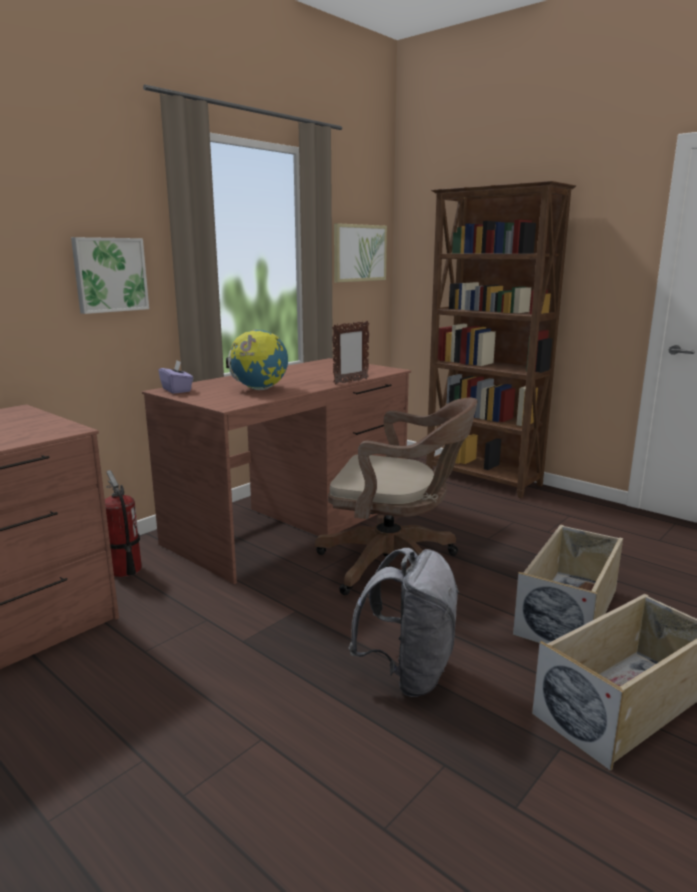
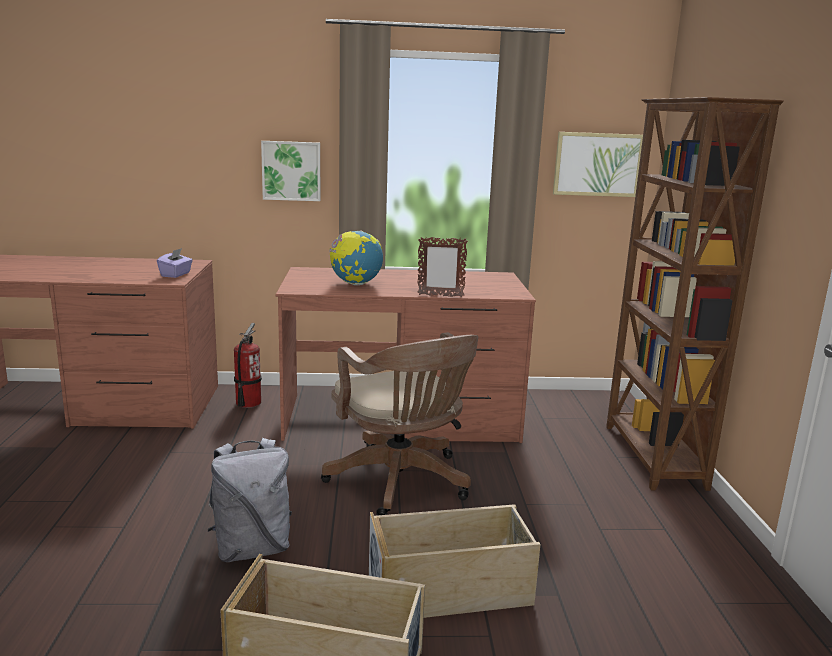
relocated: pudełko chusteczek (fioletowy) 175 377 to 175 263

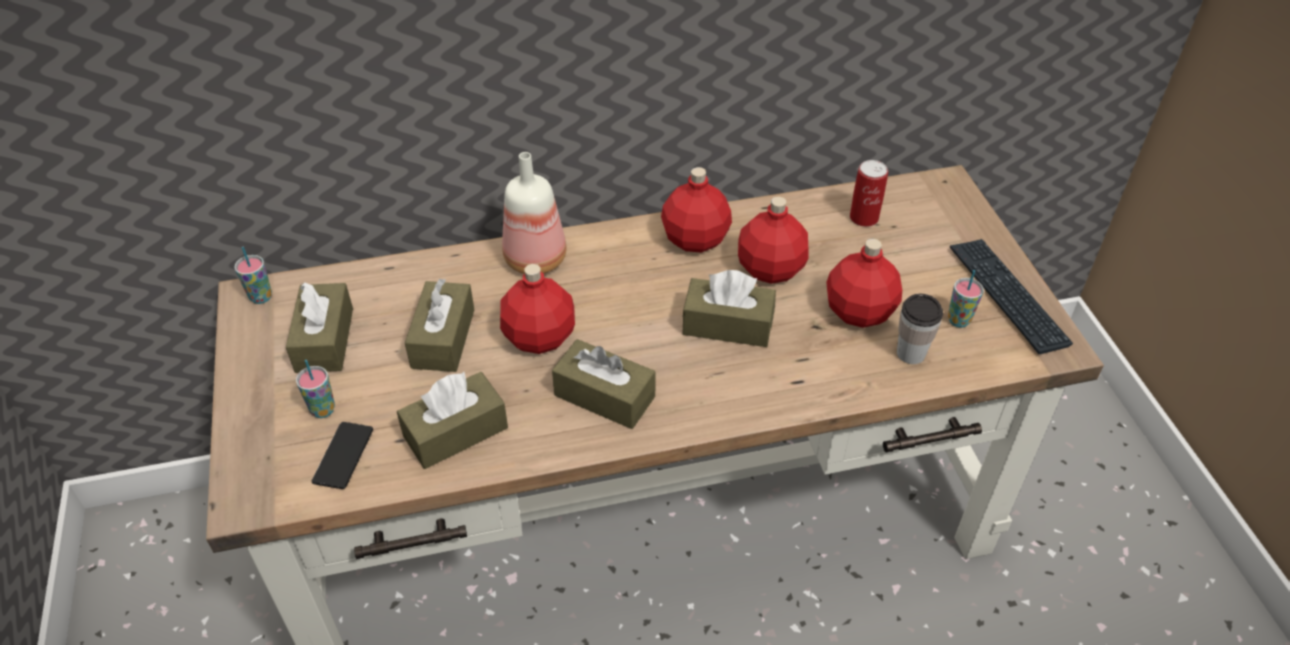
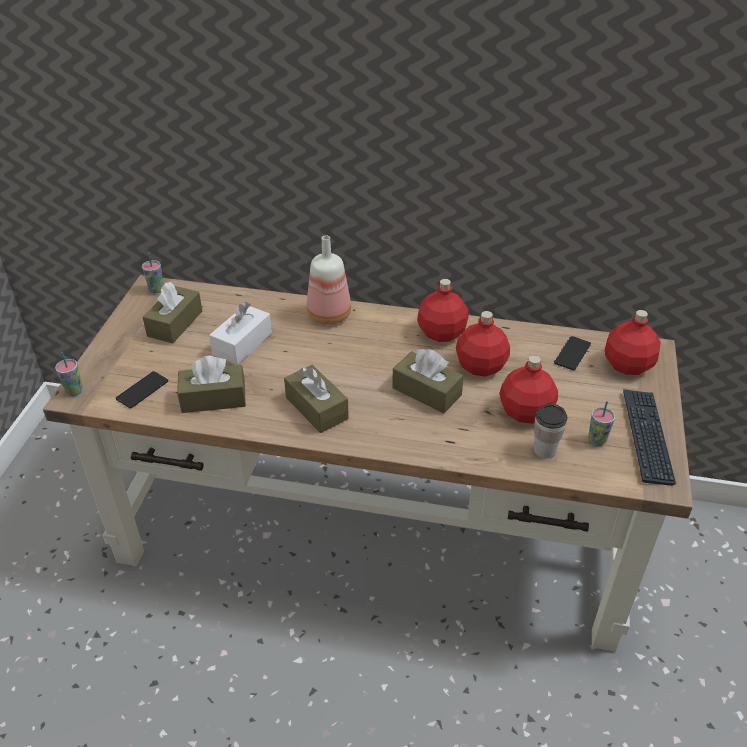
relocated: filiżanka 315 389 to 69 374; butelka (czerwony) 537 309 to 633 342
exchanged: puszka 869 193 to telefon 572 353
colour: pudełko chusteczek (brązowy) 439 325 to pudełko chusteczek (biały) 240 333

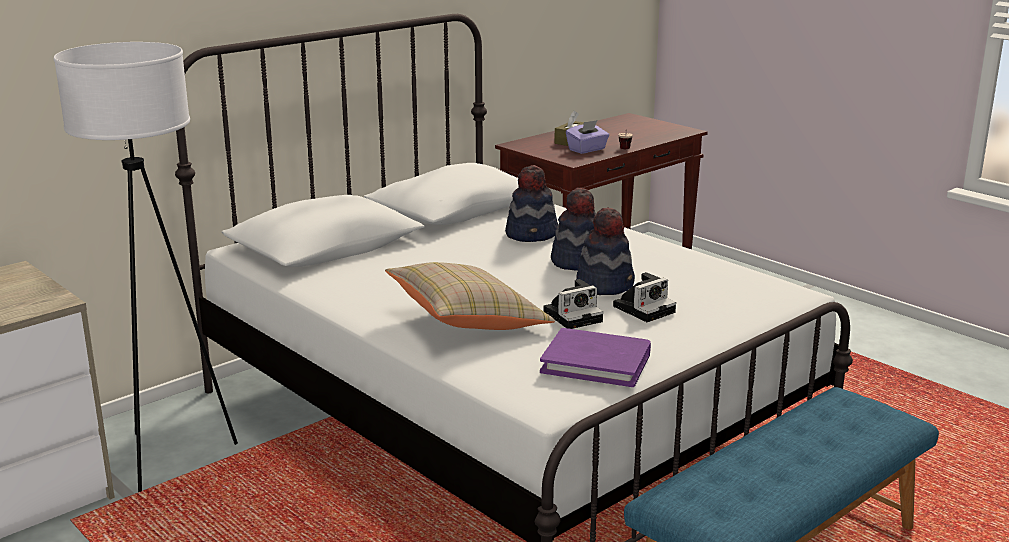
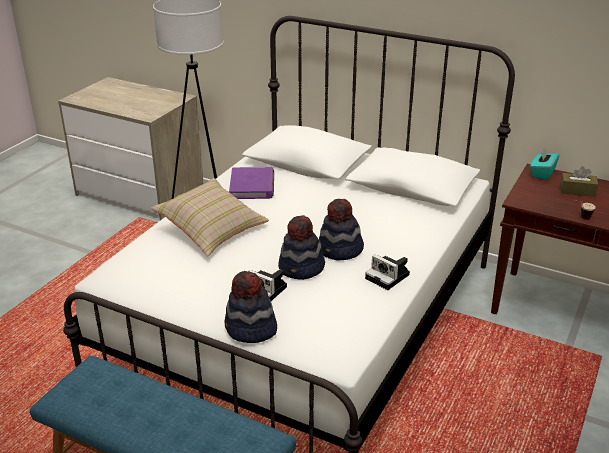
missing: pudełko chusteczek (fioletowy) 587 137
appeared: pudełko chusteczek (turkusowy) 545 163
relocated: kapelusz 531 203 to 251 307; książka (fioletowy) 595 357 to 251 183; aparat fotograficzny 573 304 to 387 272

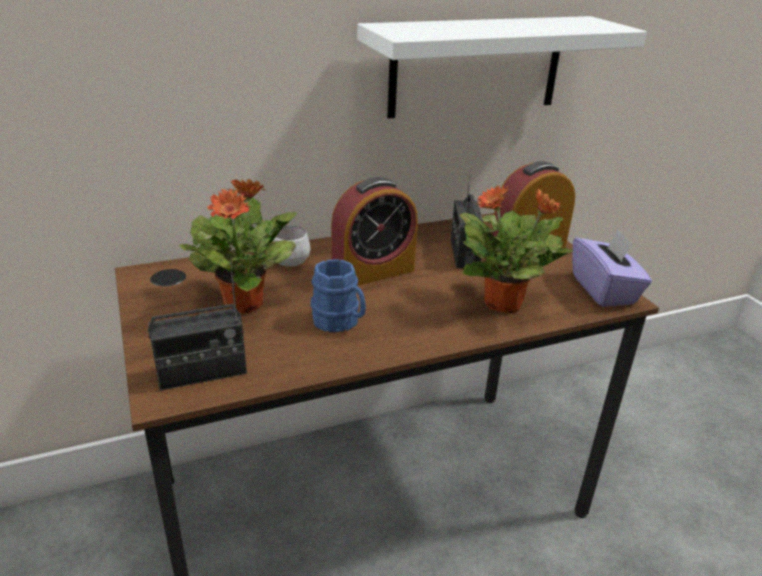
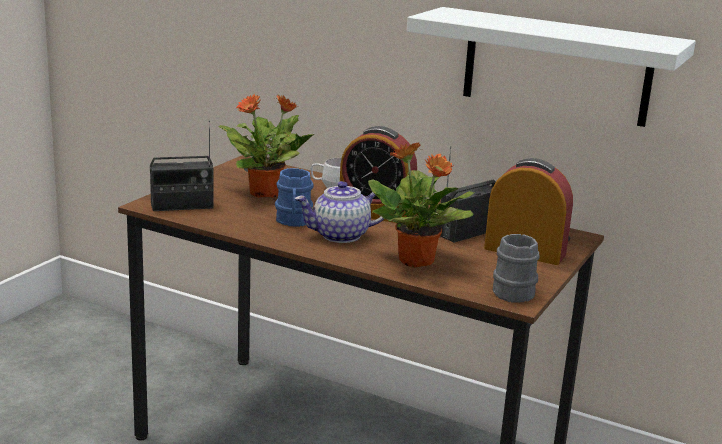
appeared: imbryk 341 212
exchanged: pudełko chusteczek (fioletowy) 612 268 to kubek (szary) 516 268
spun: radio 197 326 = 182 165 45 degrees counterclockwise

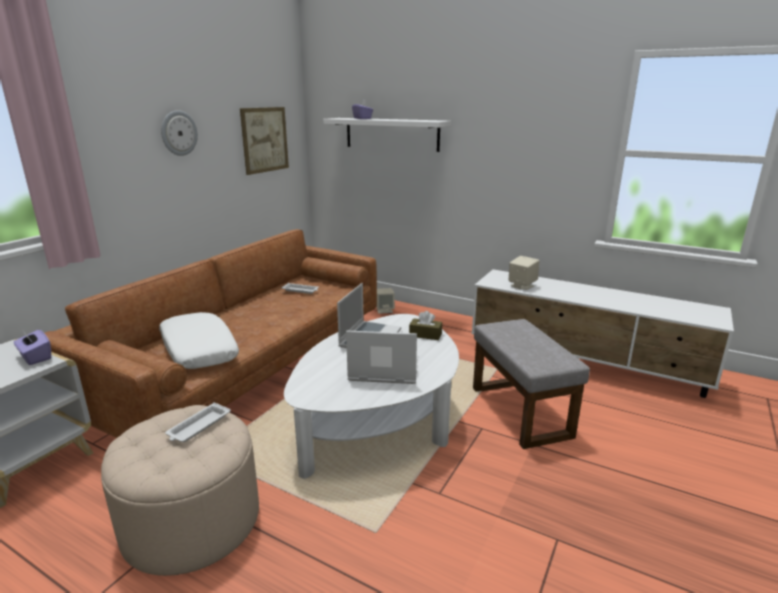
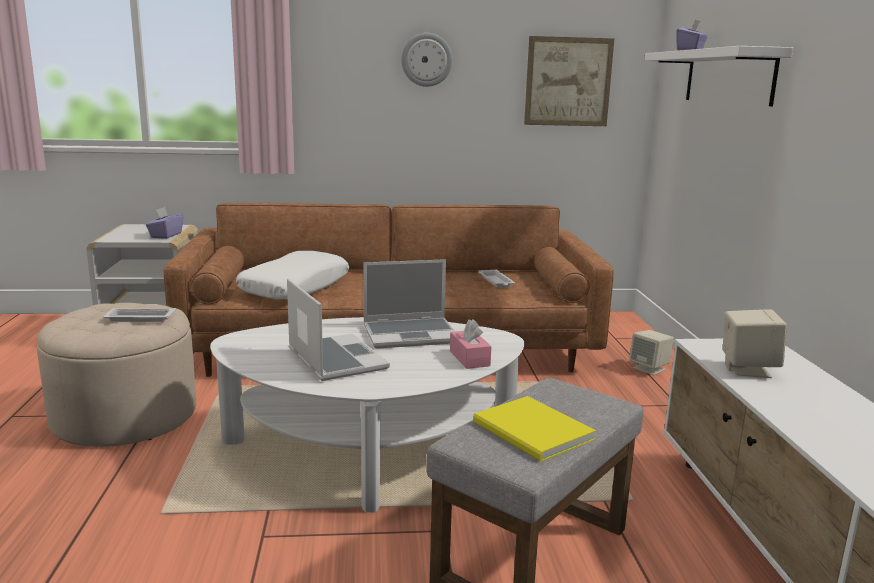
appeared: książka (żółty) 534 429
colour: pudełko chusteczek (brązowy) 425 325 to pudełko chusteczek (różowy) 471 344

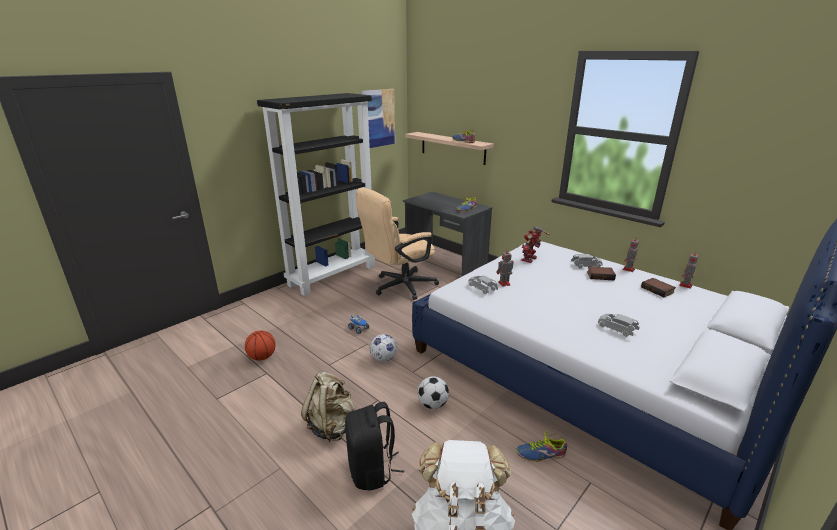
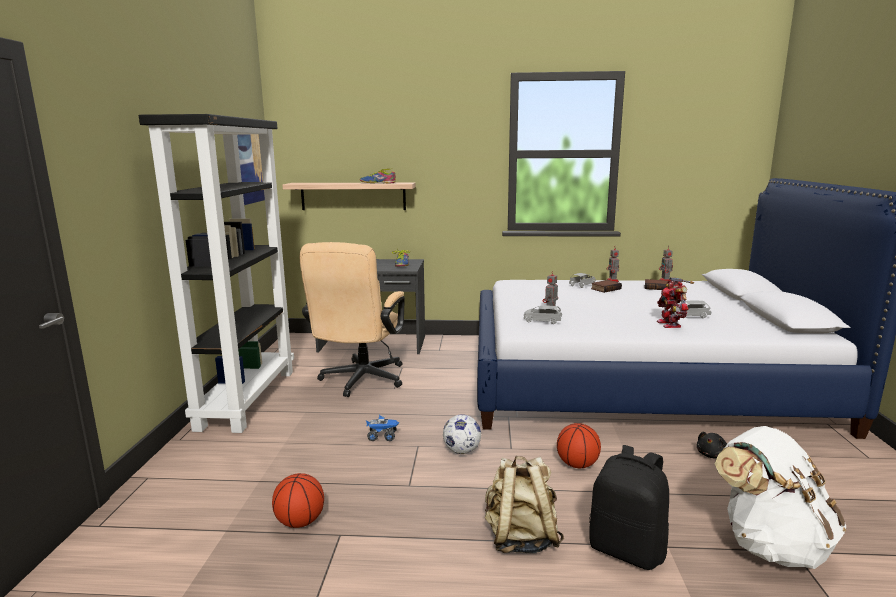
relocated: robot zabawkowy 535 245 to 675 302
exchanged: piłka futbolowa 433 392 to piłka do koszykówki 579 445; but 541 446 to pluszak (czarny) 712 445

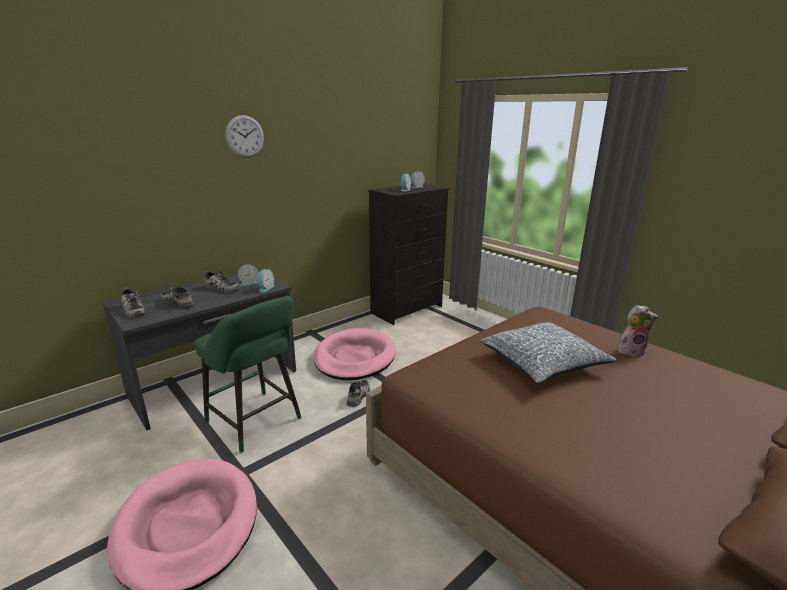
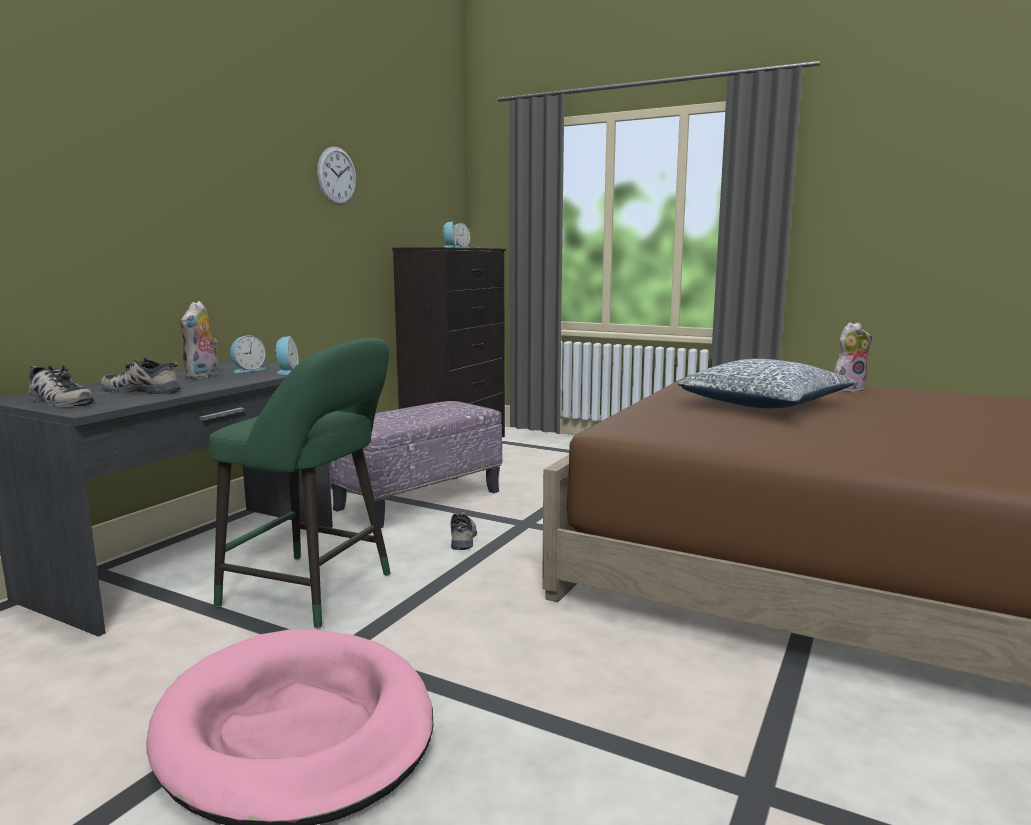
relocated: zegar ścienny 244 136 to 336 176
exchanged: but 221 282 to pluszak 199 340; legowisko (różowy) 355 354 to pufa 415 464

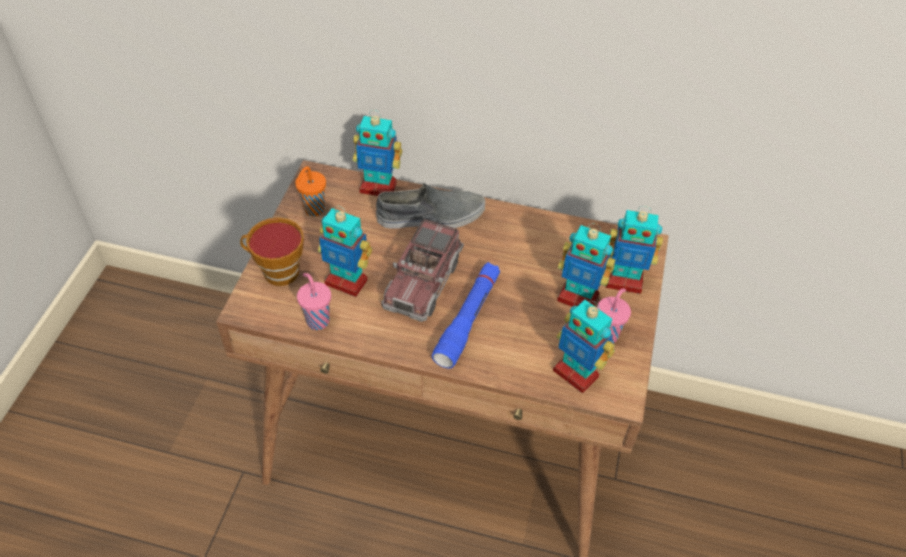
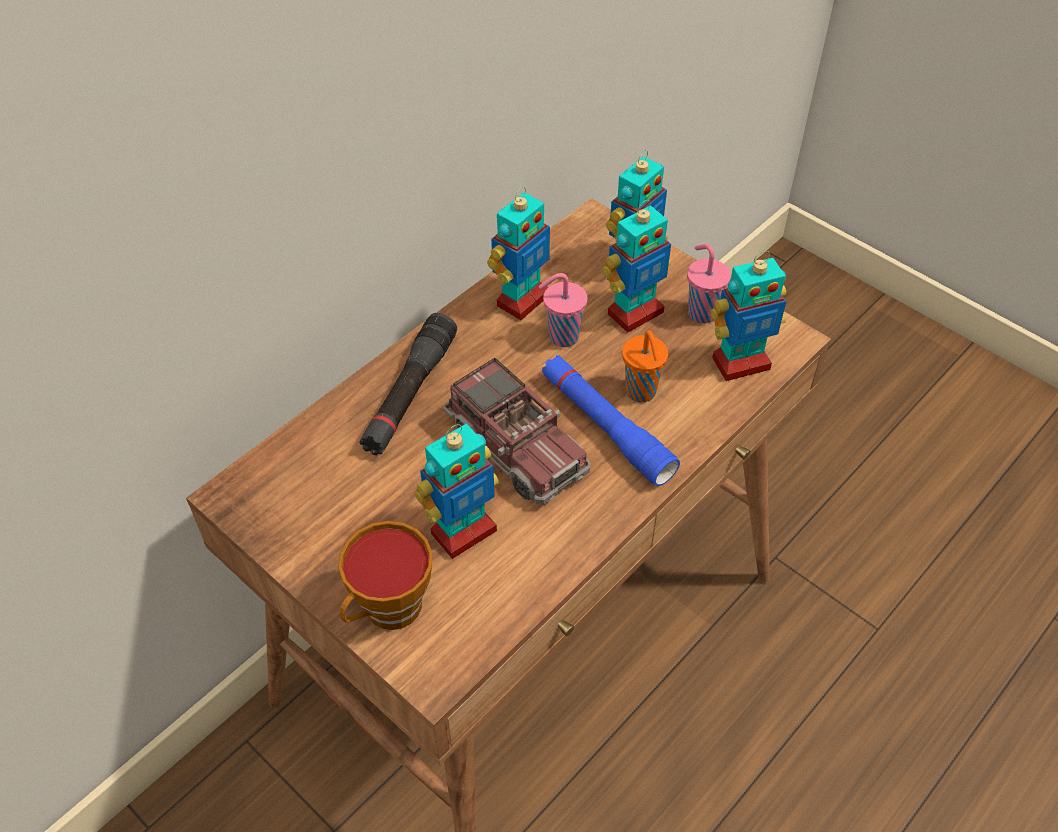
relocated: robot zabawkowy 377 153 to 519 253; filiżanka (różowy) 314 301 to 563 310; filiżanka (pomarańczowy) 310 191 to 645 366
exchanged: but (szary) 430 206 to latarka (czarny) 408 384

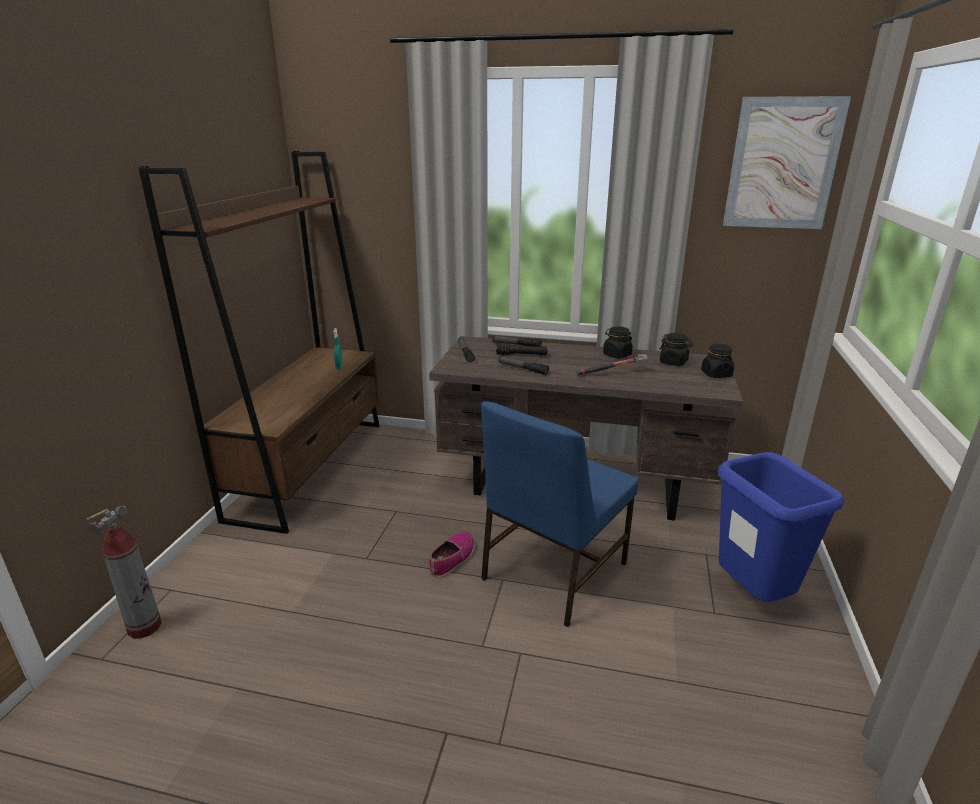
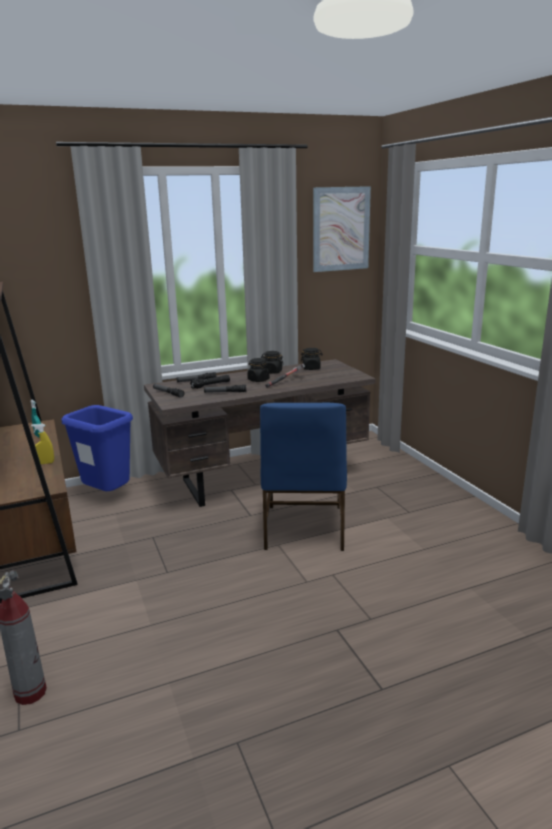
missing: but 452 555
appeared: spryskiwacz (żółty) 42 444
relocated: kosz na śmieci (niebieski) 781 527 to 97 448; słoik (czarny) 717 361 to 258 370

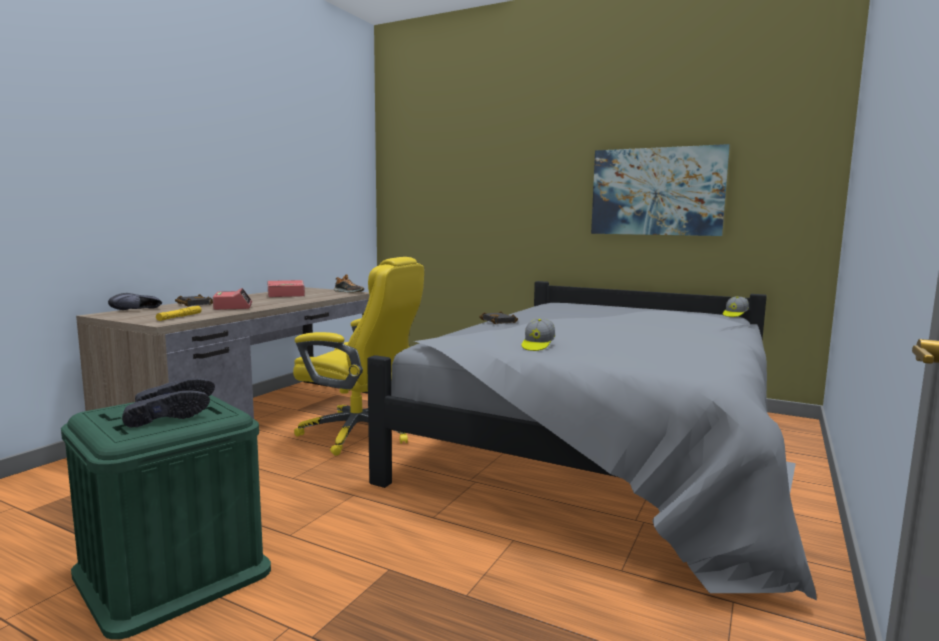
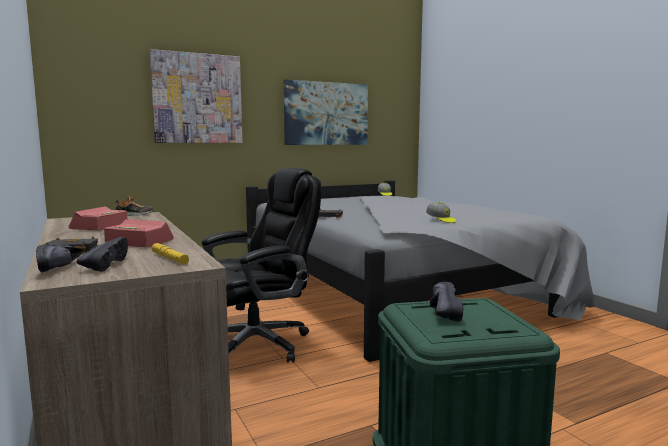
appeared: obraz 195 96
relocated: but (czarny) 166 409 to 102 254
colour: krzesło biurowe (żółty) 358 356 to krzesło biurowe (czarny) 261 265

